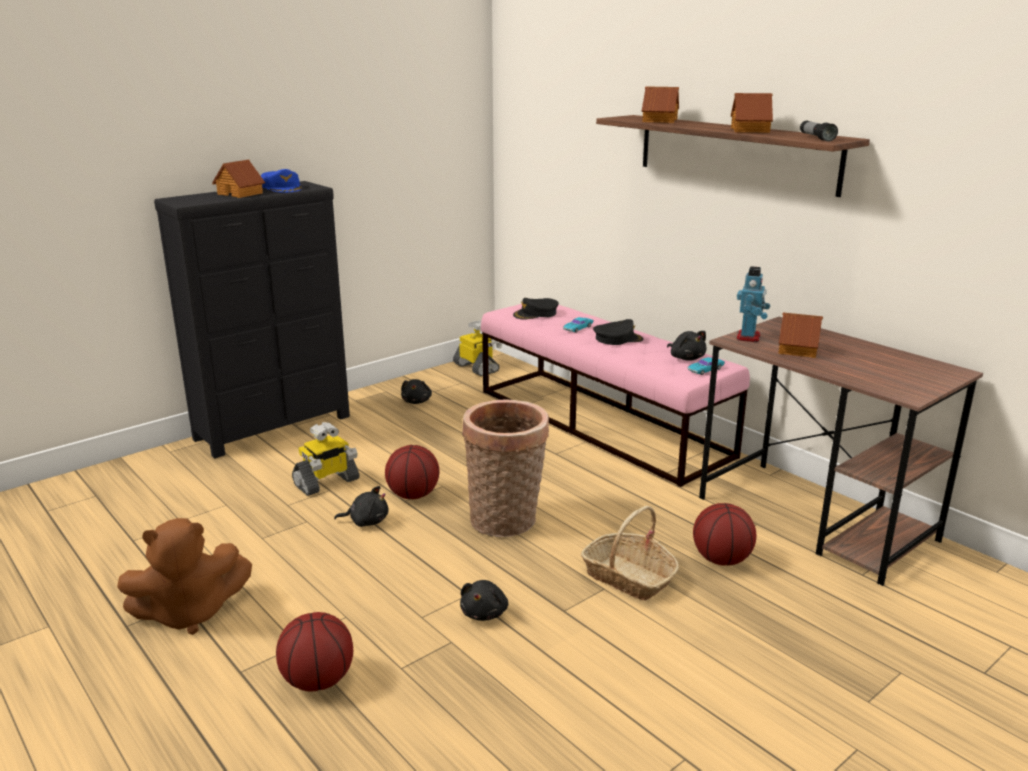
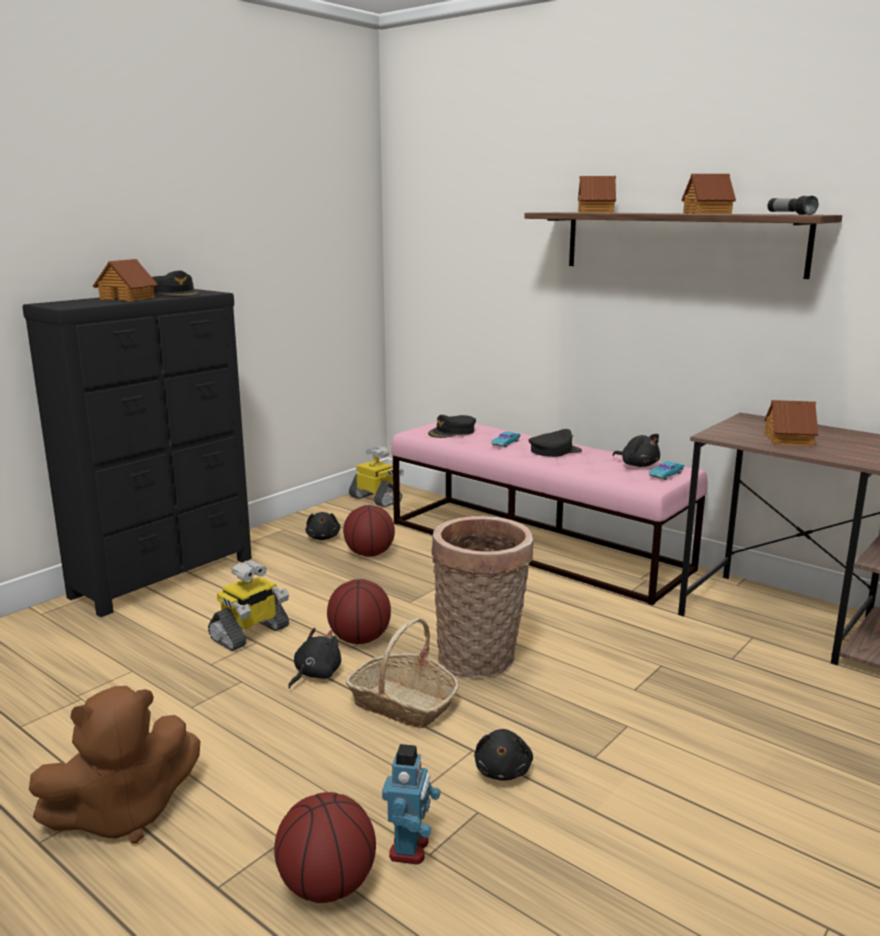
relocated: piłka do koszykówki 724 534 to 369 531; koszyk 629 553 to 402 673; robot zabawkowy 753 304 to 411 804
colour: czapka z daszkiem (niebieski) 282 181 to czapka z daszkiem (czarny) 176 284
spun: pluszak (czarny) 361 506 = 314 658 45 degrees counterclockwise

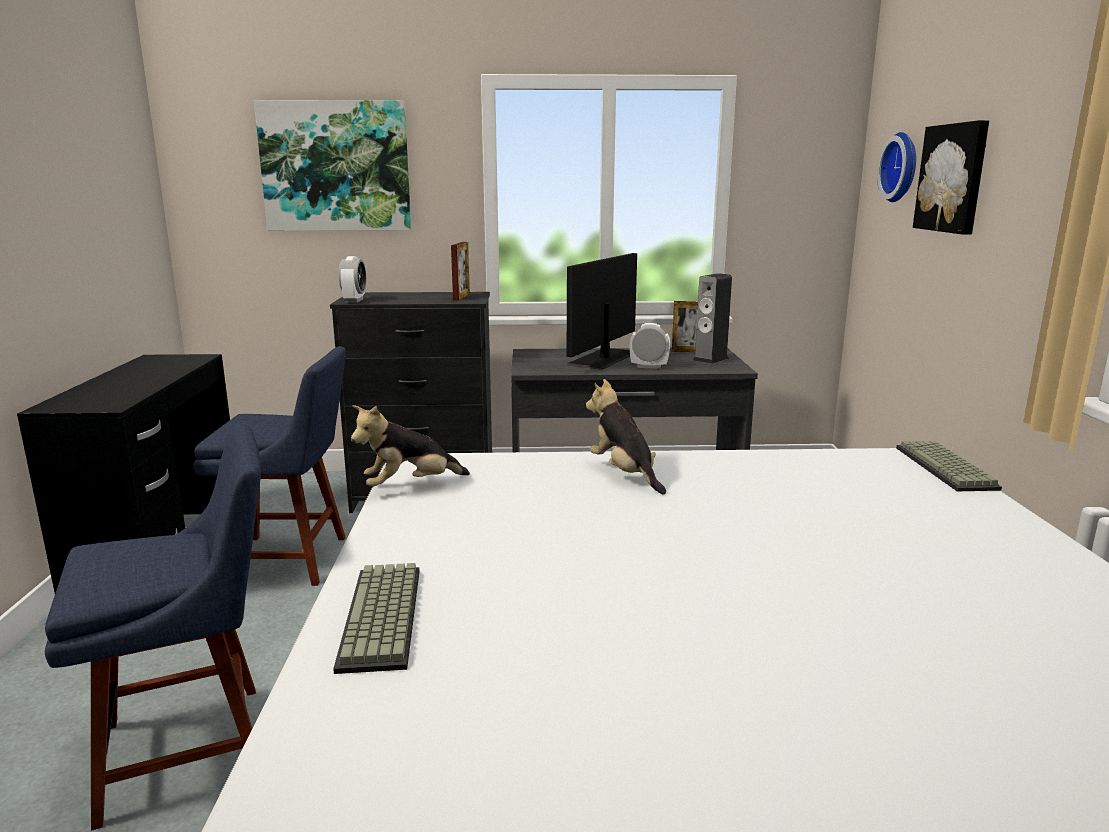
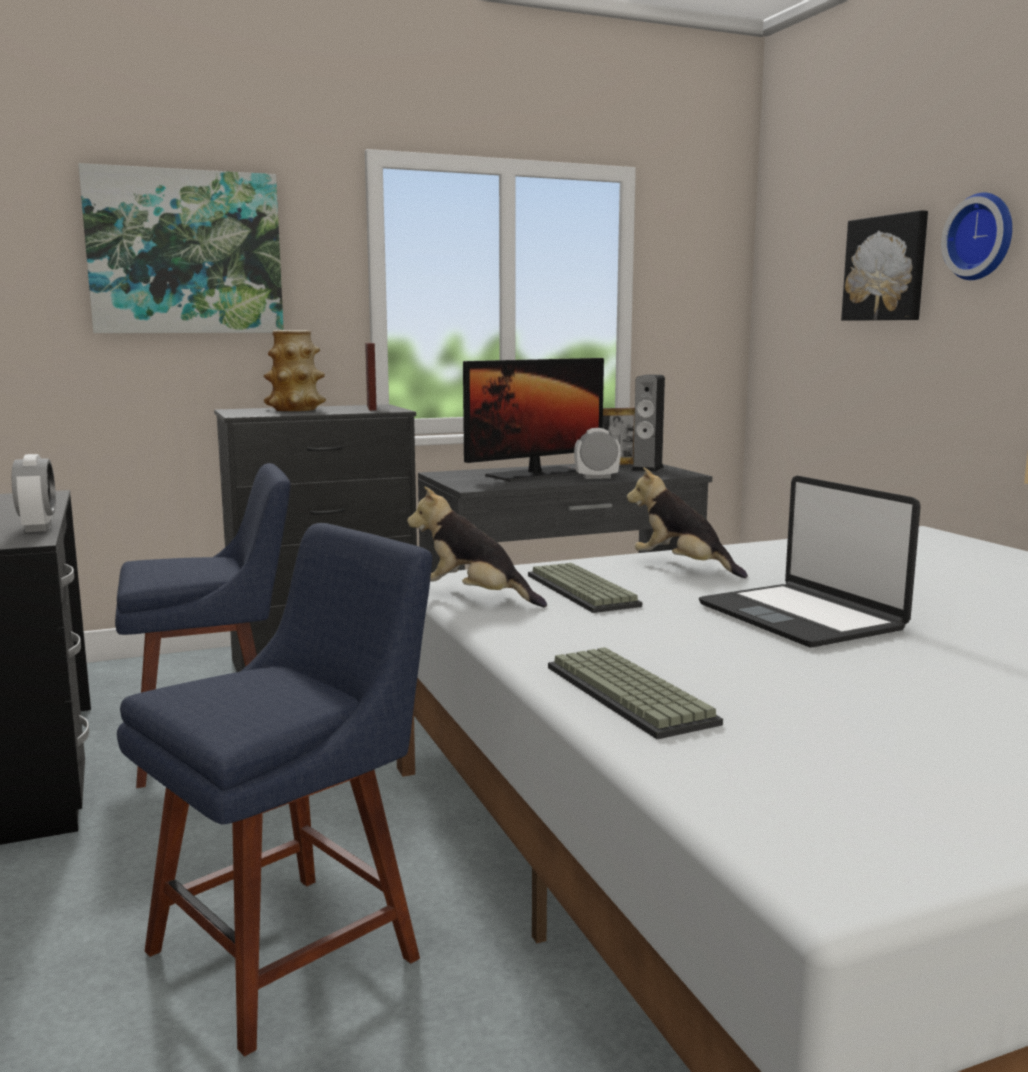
appeared: wazon 295 370; laptop 810 562
relocated: budzik 352 279 to 34 493; klawiatura 949 466 to 585 588; zegar ścienny 896 167 to 976 236
spun: pluszak 410 446 = 477 547 75 degrees clockwise; monitor 602 311 = 533 420 135 degrees counterclockwise

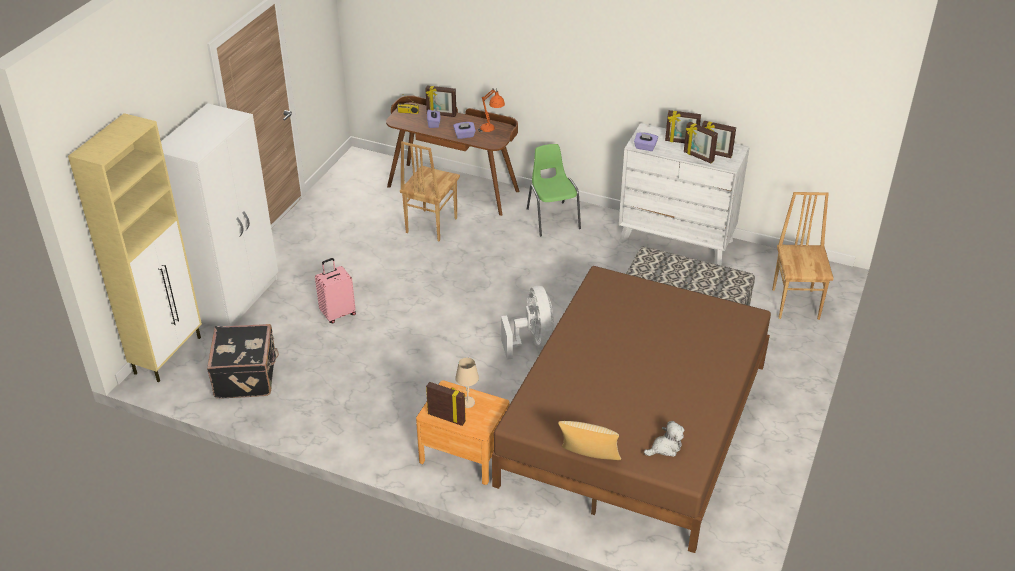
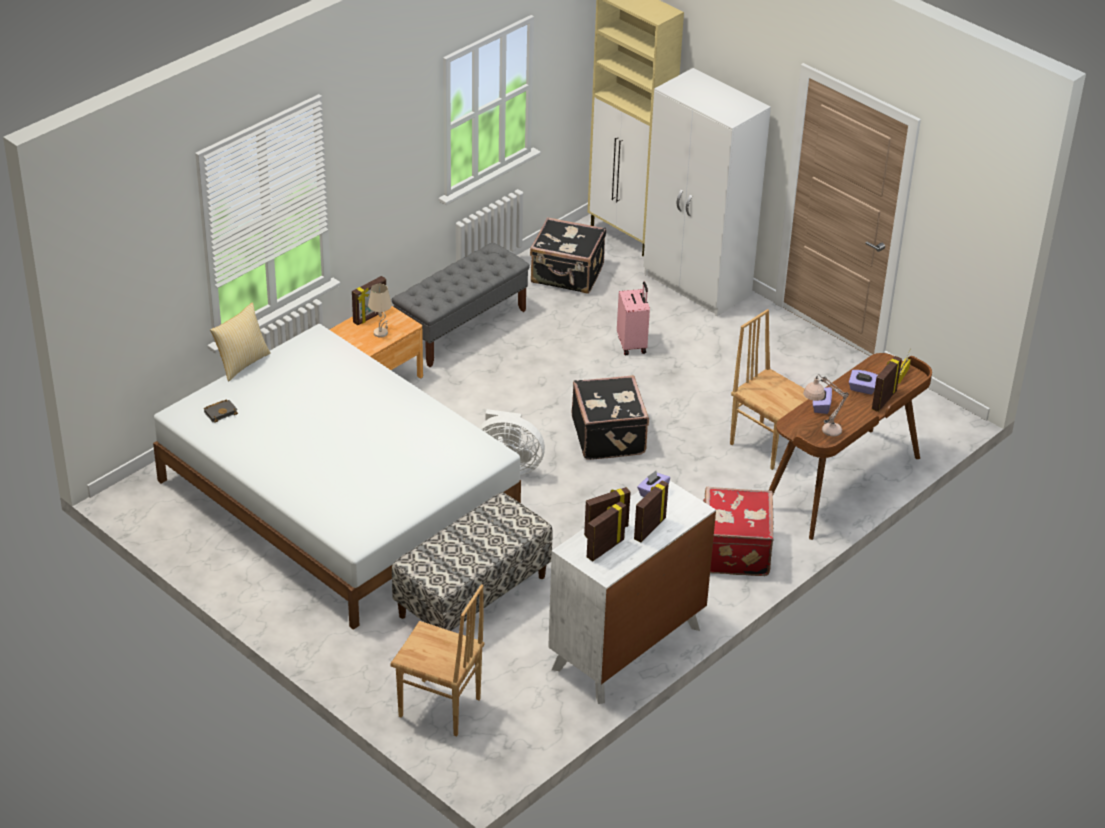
appeared: ławka (szary) 461 305; walizka (czarny) 610 417
exchanged: pluszak 664 439 to książka (czarny) 221 411; krzesło (zielony) 554 190 to walizka (czerwony) 738 531
colour: łóżko (brązowy) 631 409 to łóżko (biały) 337 477; lampa stołowa (pomarańczowy) 491 110 to lampa stołowa (beżowy) 826 405

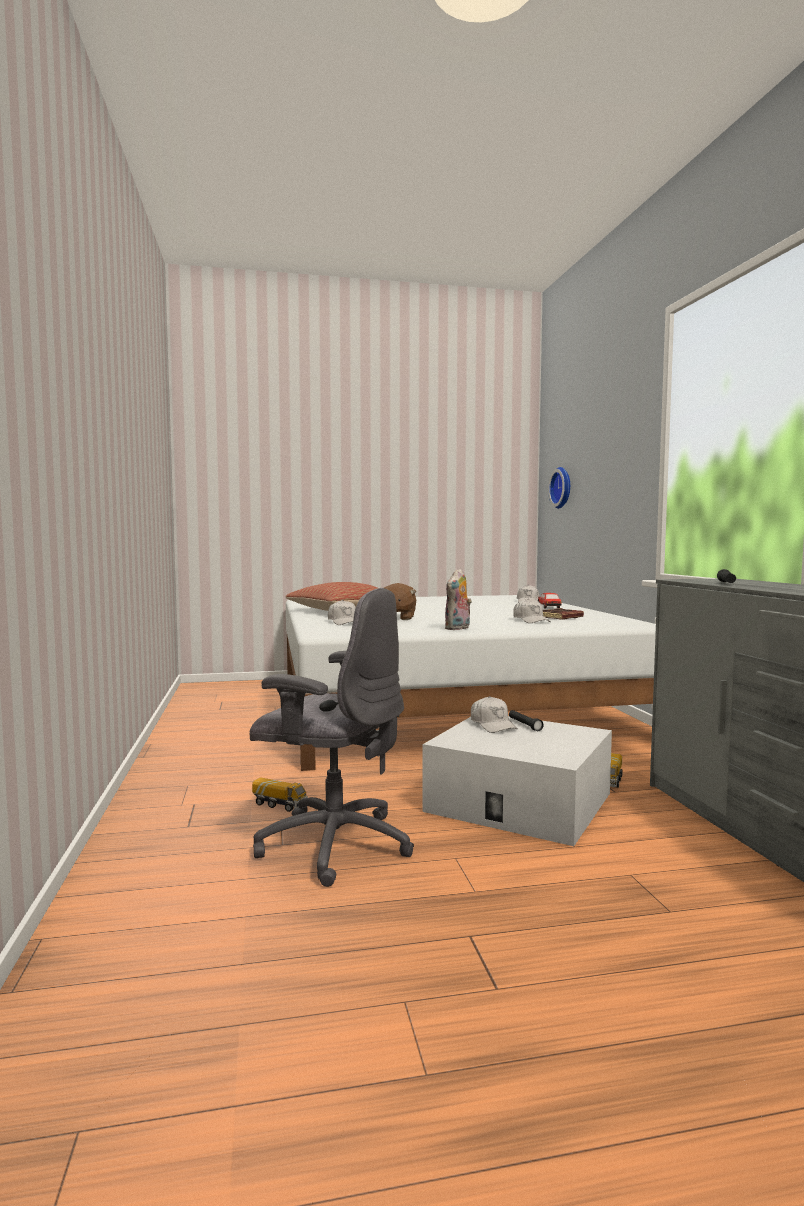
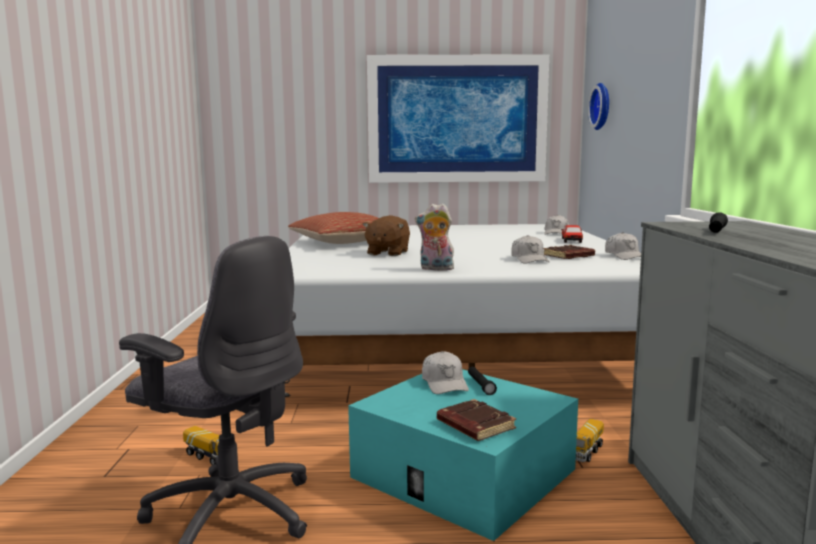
appeared: obraz 458 118; książka (brązowy) 476 420
relocated: czapka z daszkiem (biały) 342 612 to 623 246
colour: pojemnik do przechowywania (biały) 517 781 to pojemnik do przechowywania (turkusowy) 463 455
spun: pluszak 458 599 = 434 237 60 degrees clockwise

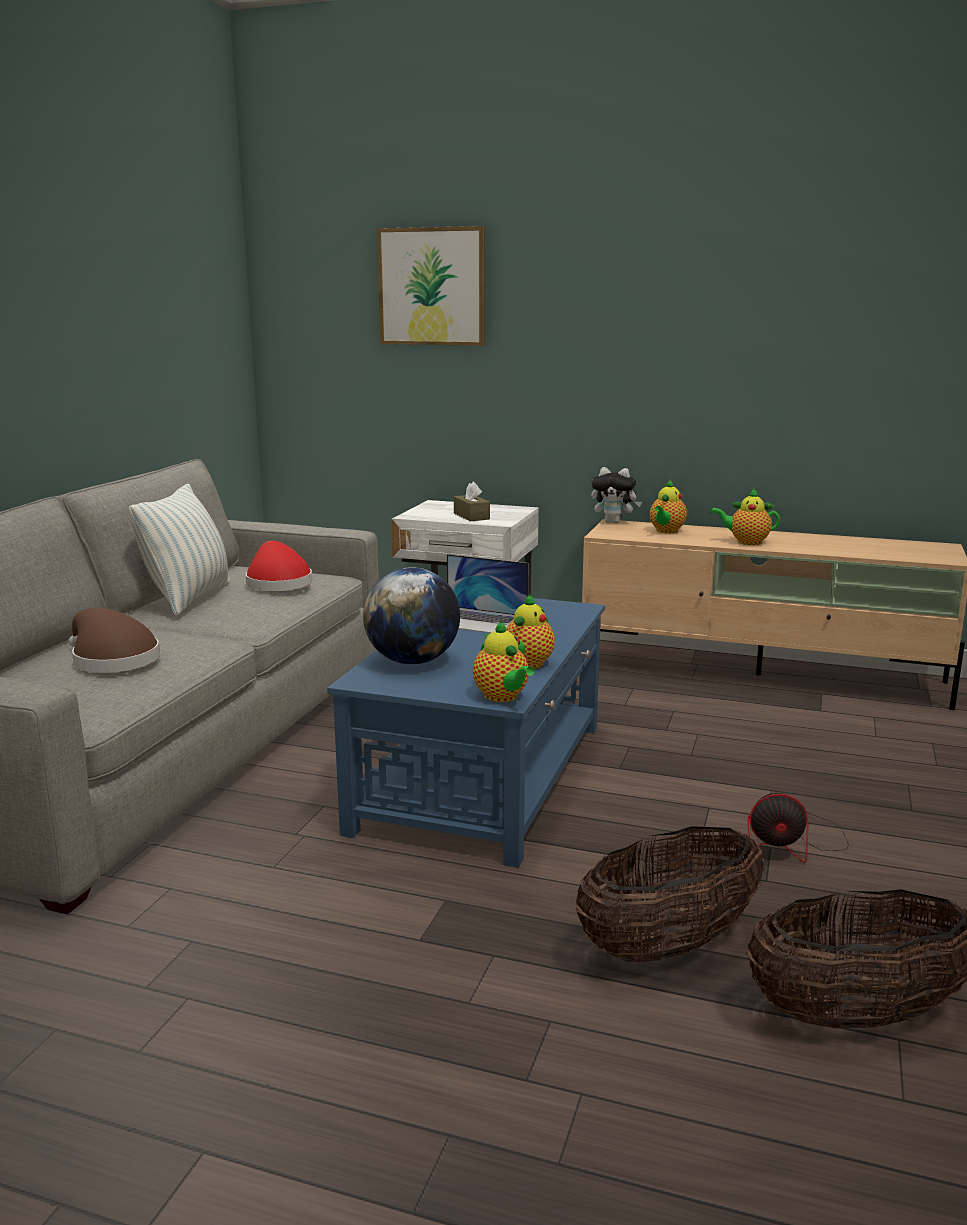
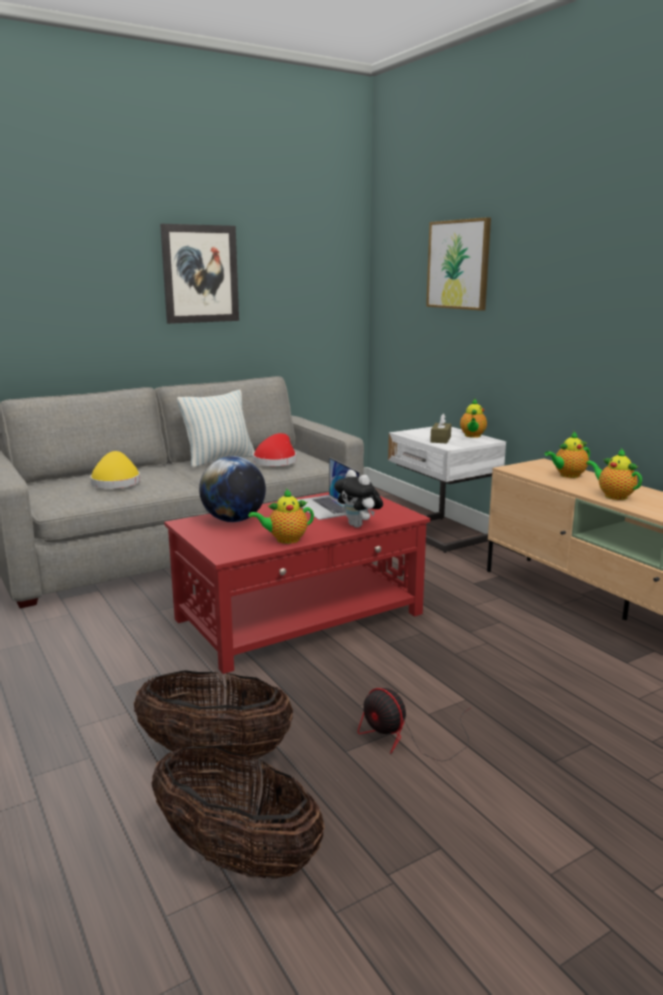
appeared: obraz 199 274
relocated: pluszak 616 495 to 358 499; imbryk 503 661 to 473 418
colour: kapelusz (brązowy) 114 640 to kapelusz (żółty) 115 470; ława (niebieski) 466 733 to ława (czerwony) 297 583

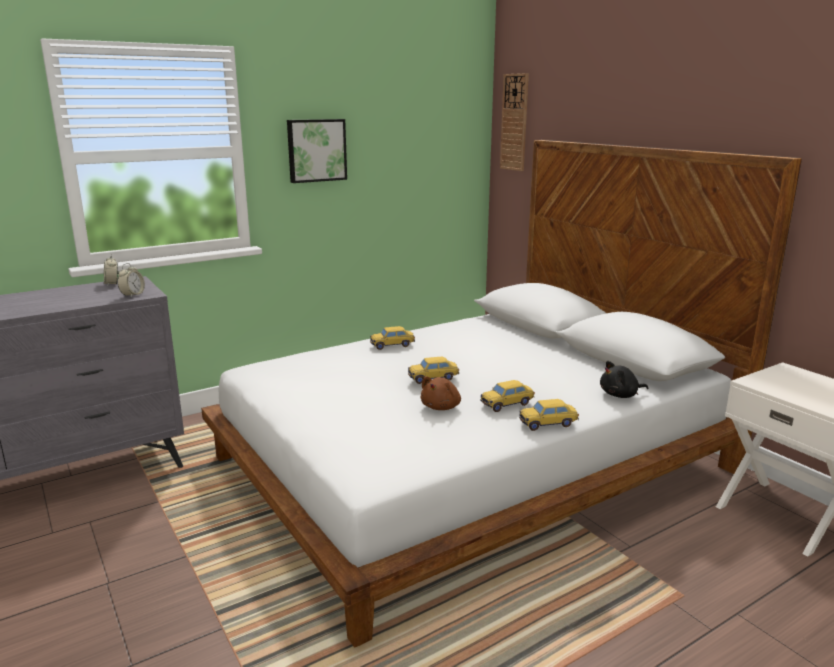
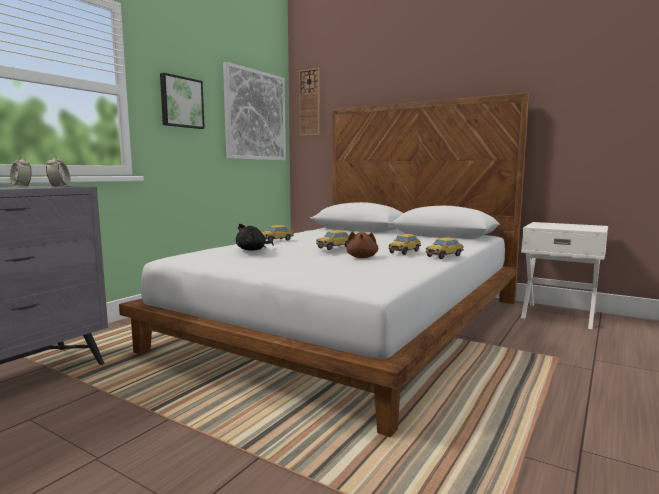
appeared: obraz 254 111
relocated: pluszak (czarny) 624 379 to 255 237

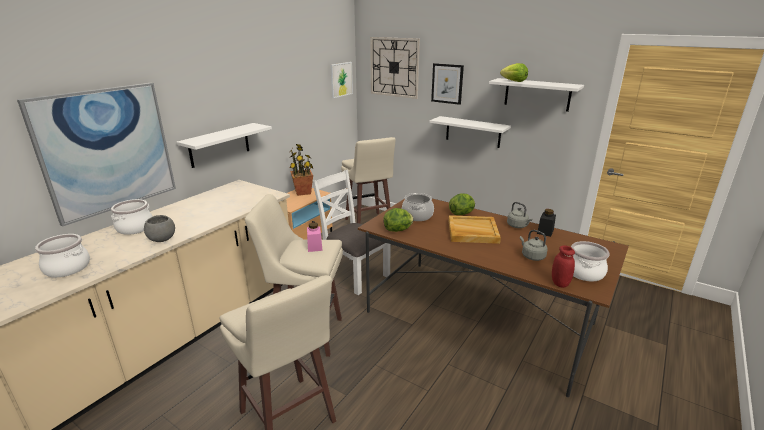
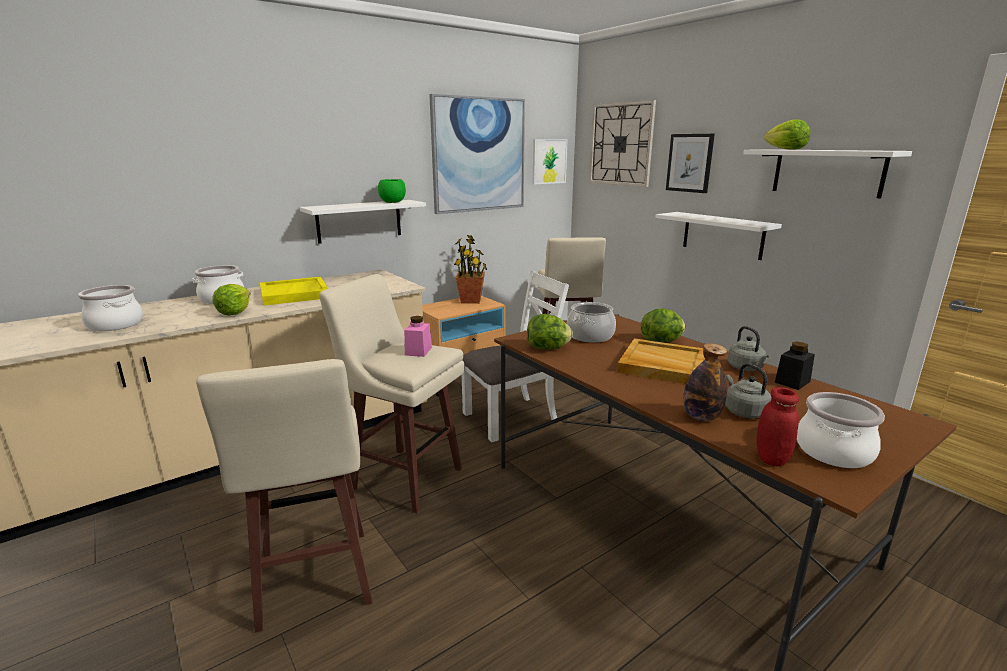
appeared: taca (żółty) 294 291; miska (zielony) 392 191; butelka 705 382
relocated: obraz 96 155 to 477 154
exchanged: miska (szary) 159 228 to sałata 232 300
spun: krzesło (biały) 351 232 = 515 356 90 degrees clockwise

